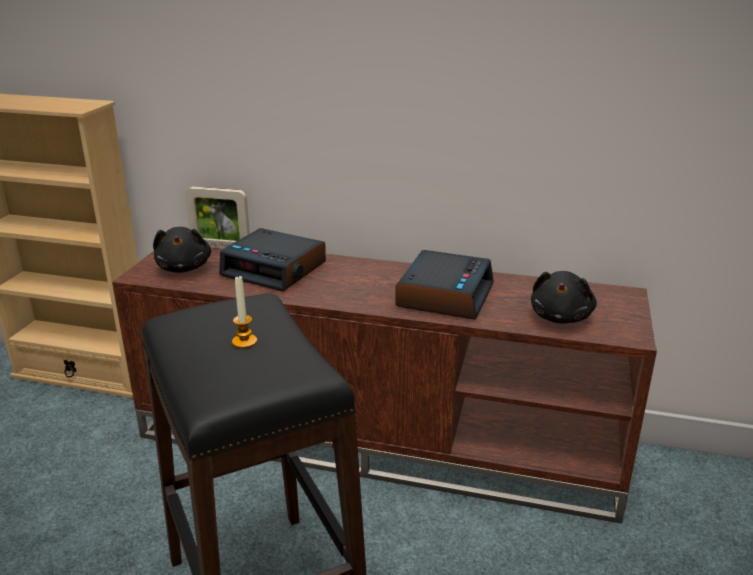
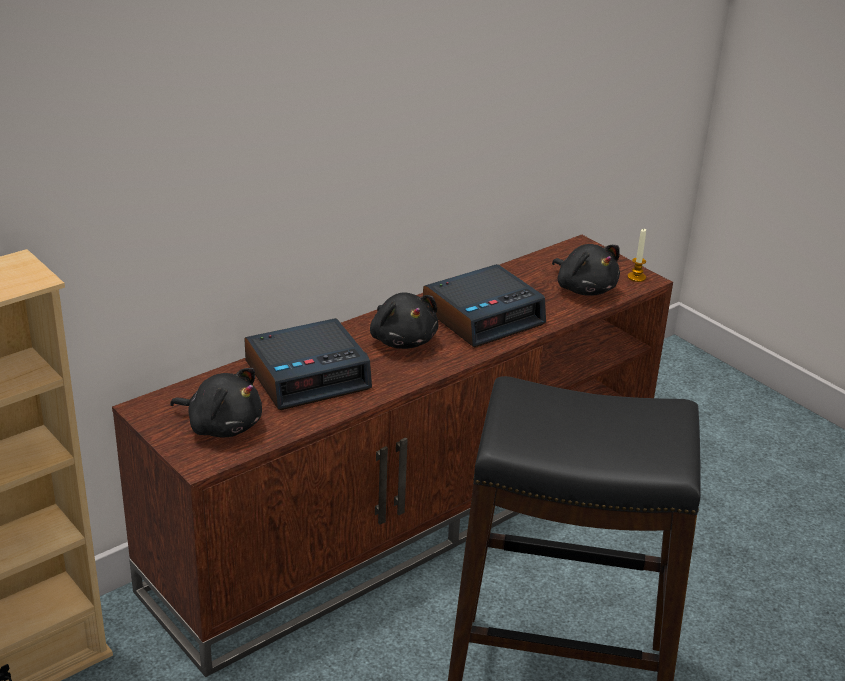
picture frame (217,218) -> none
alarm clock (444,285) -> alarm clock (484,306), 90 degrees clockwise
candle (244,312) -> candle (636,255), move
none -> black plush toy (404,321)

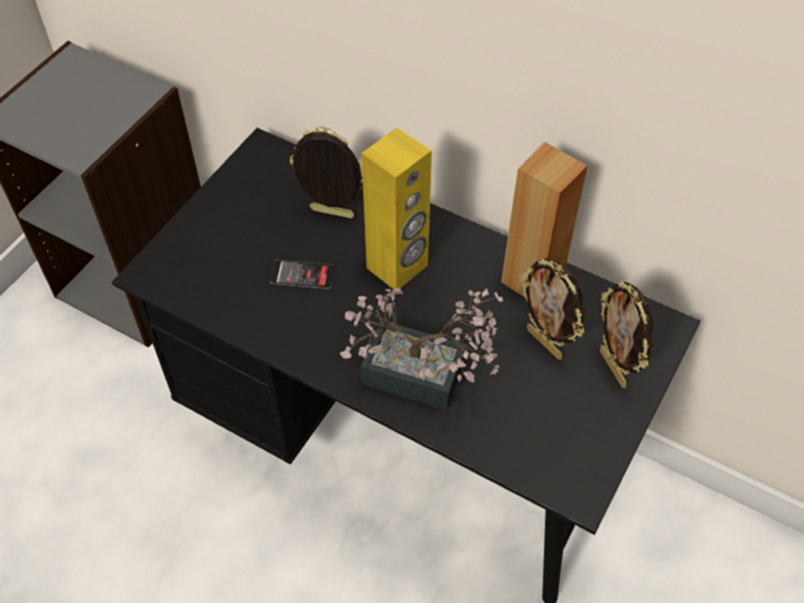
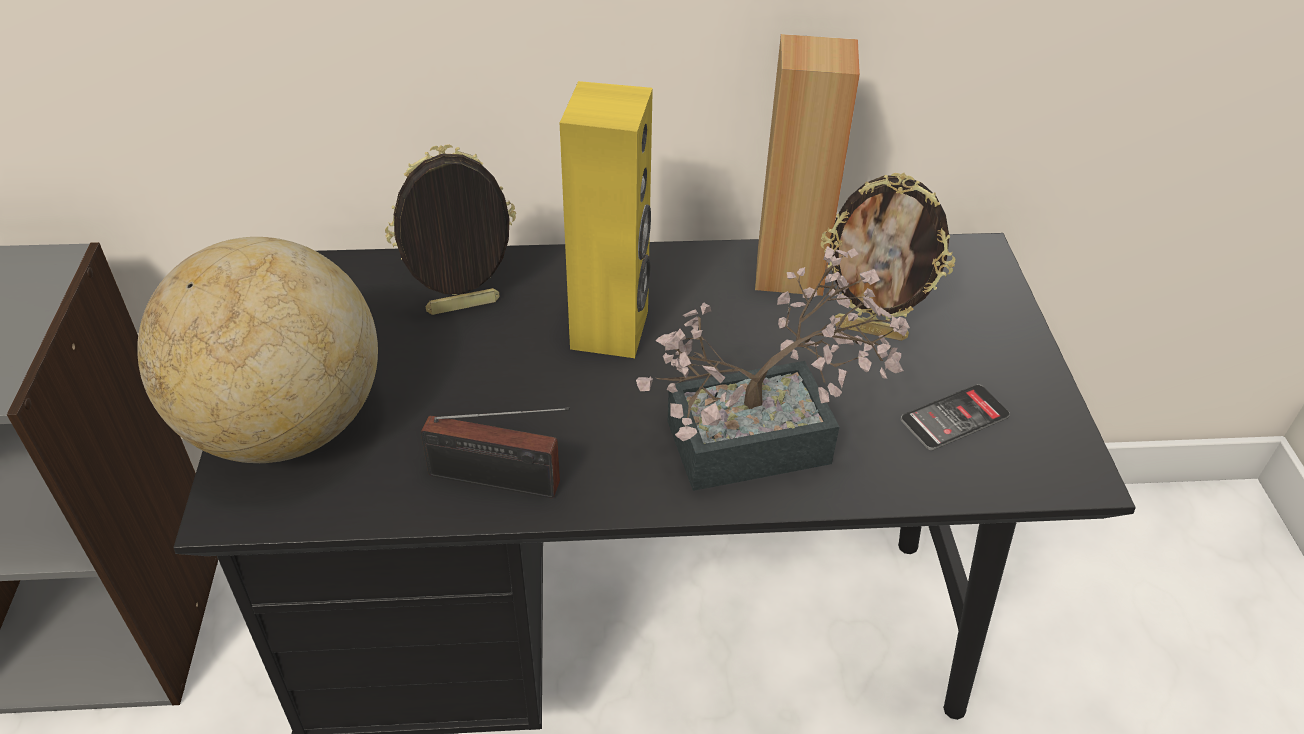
phone (302,274) -> phone (955,417), move
picture frame (626,334) -> none
none -> globe (257,350)
none -> radio (495,452)

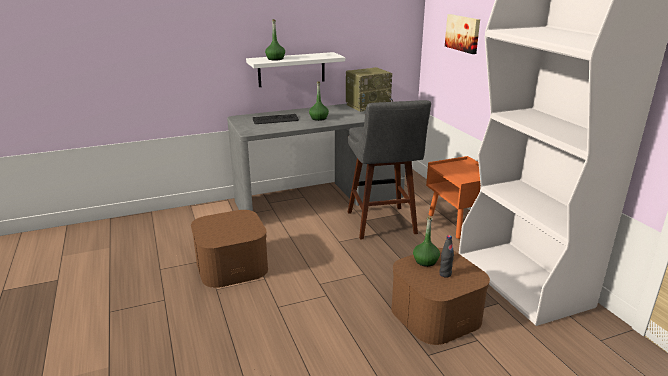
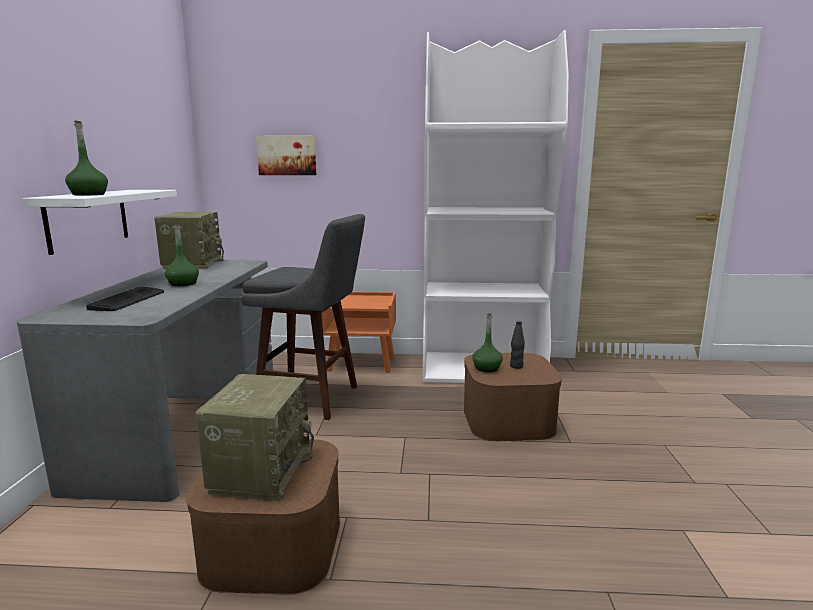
none -> radio (255,438)

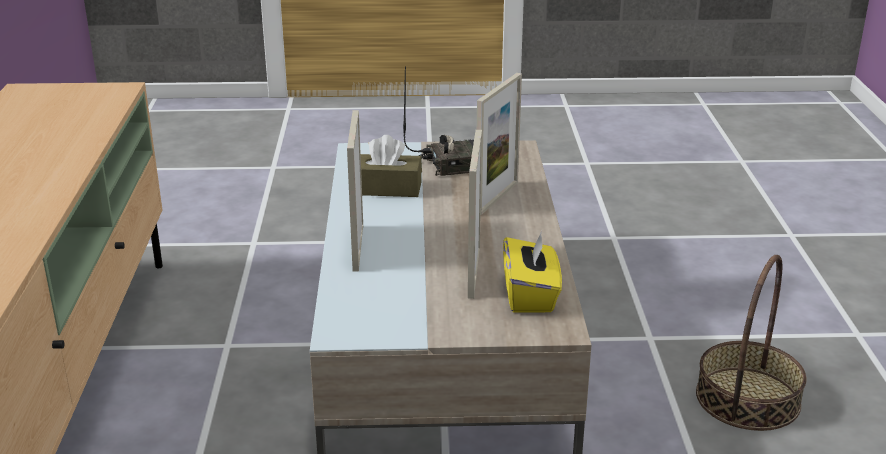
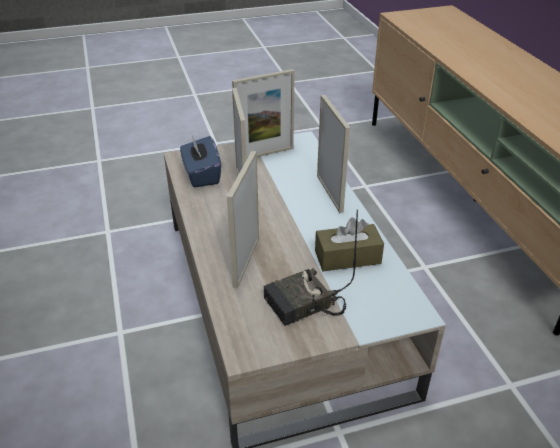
yellow tissue box (532,272) -> blue tissue box (200,161)
basket (751,343) -> none
none -> picture frame (263,113)

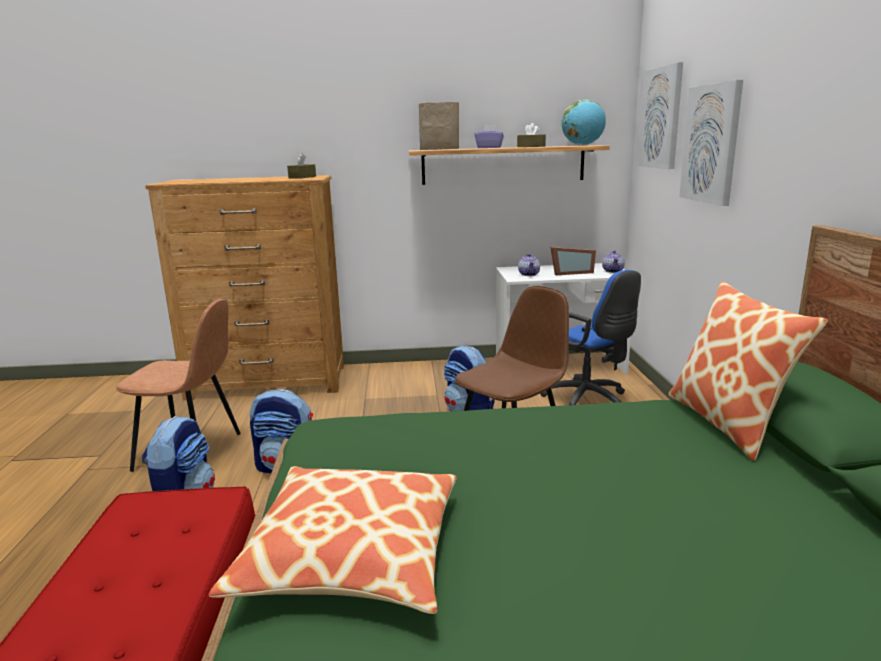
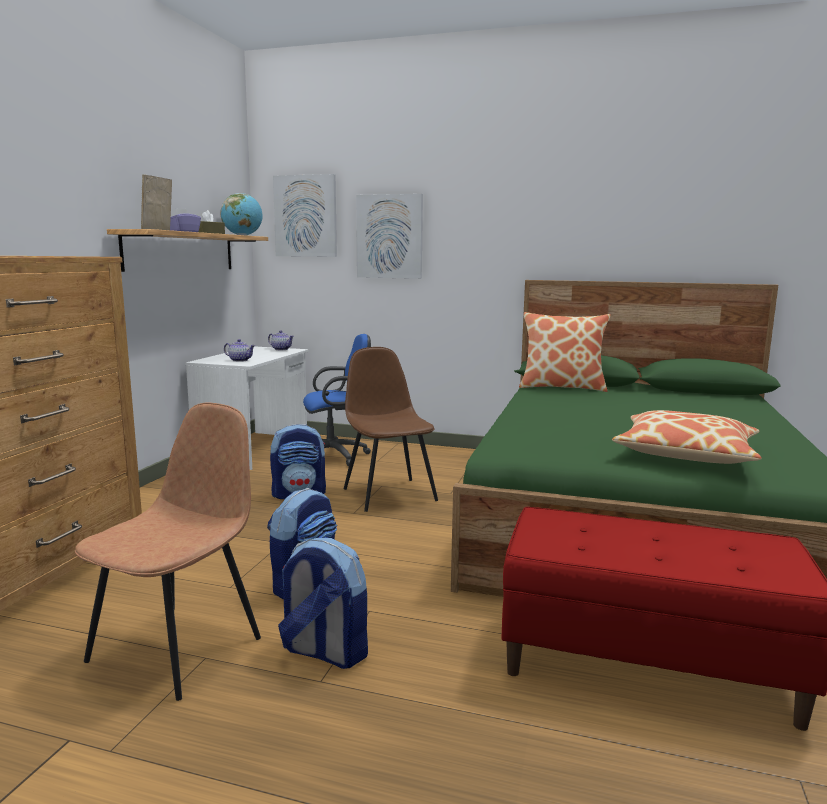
brown tissue box (301,166) -> none
picture frame (573,261) -> none

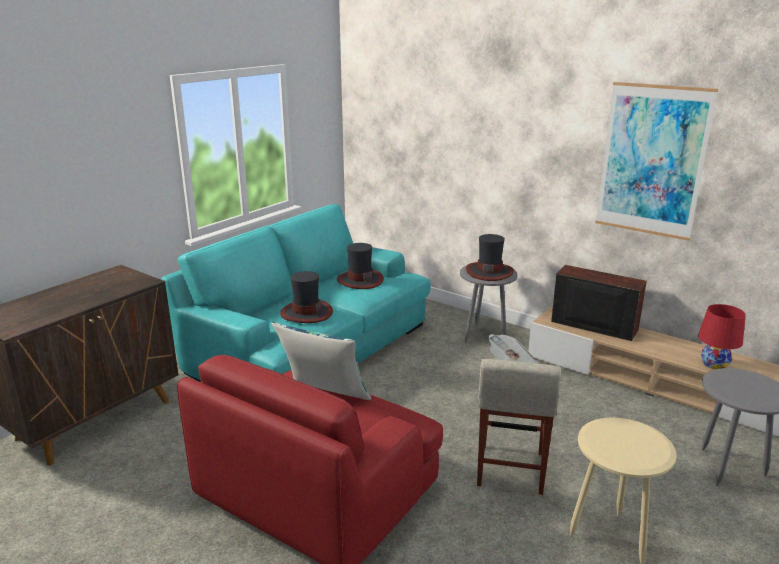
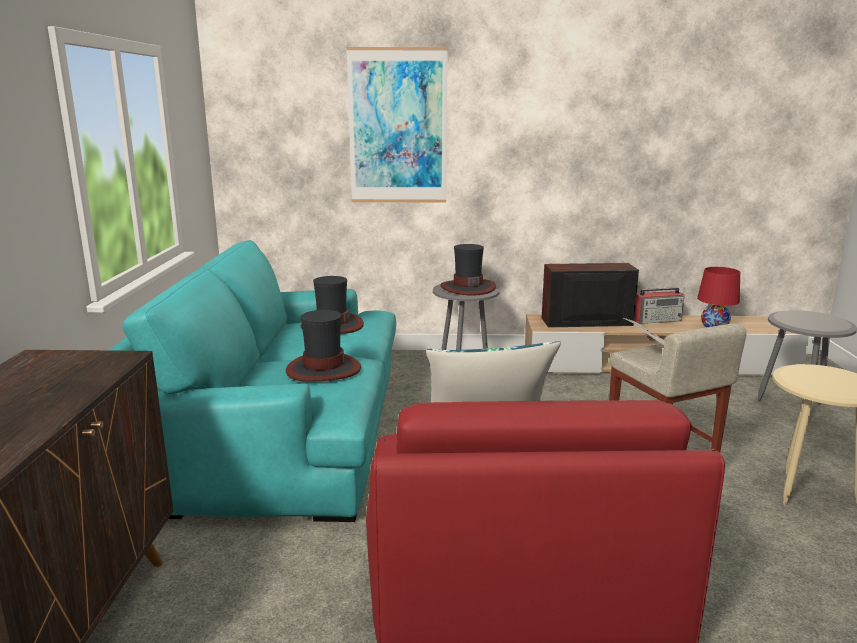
picture (656,161) -> picture (397,125), move
none -> radio (659,305)

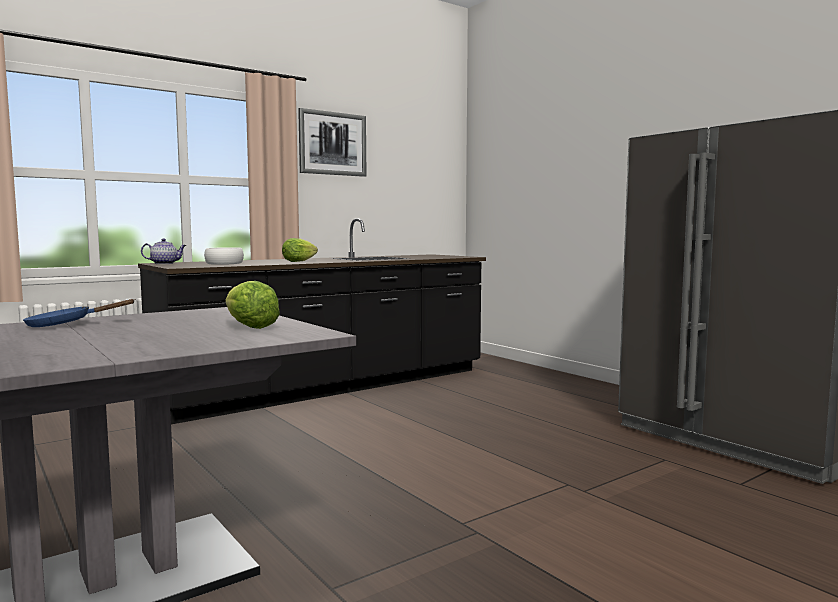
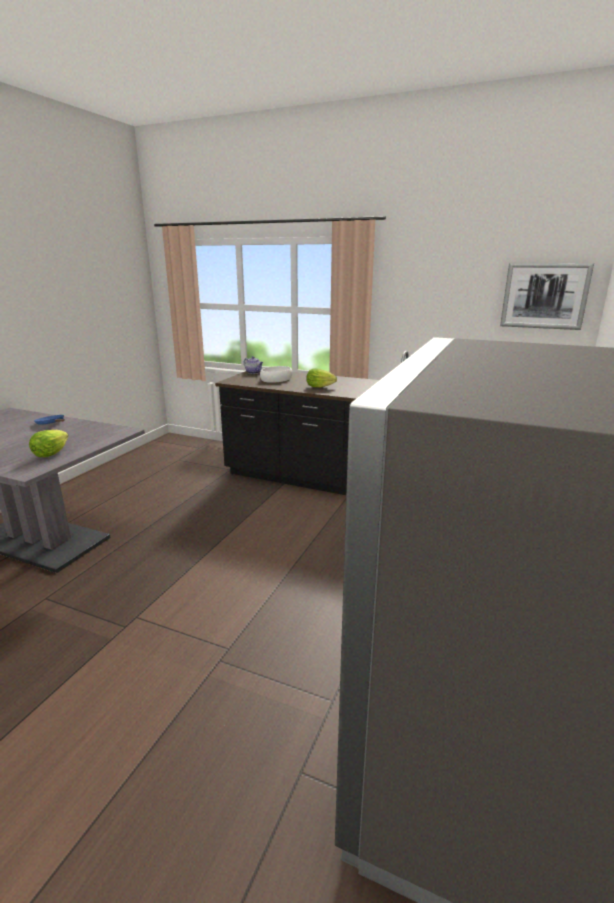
picture (332,142) -> picture (547,296), move

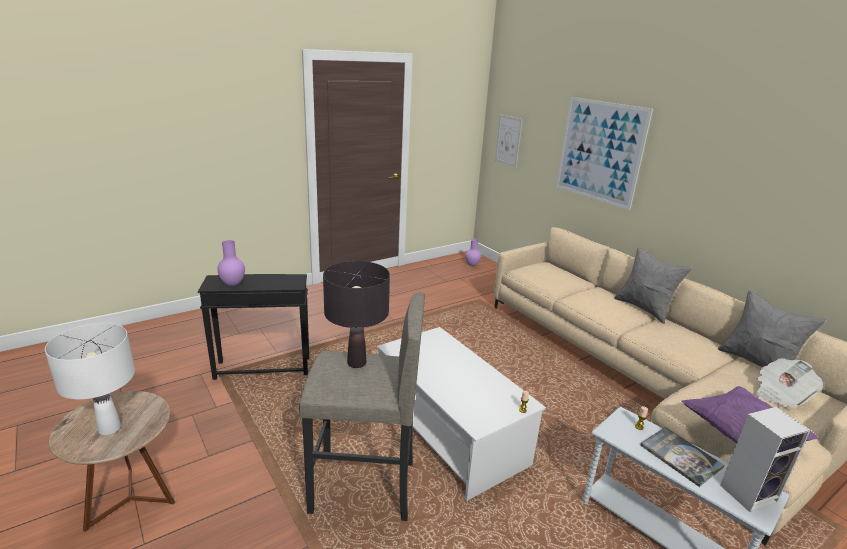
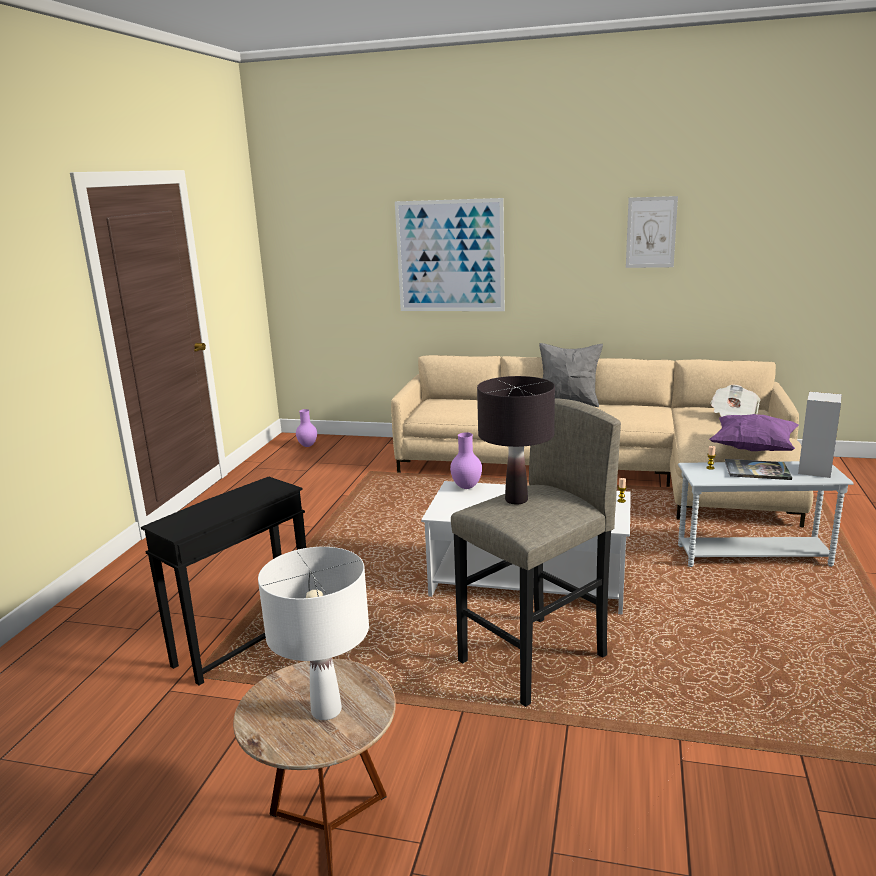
picture (509,141) -> picture (652,232), move
purple vase (231,263) -> purple vase (466,460), move
grey pillow (772,328) -> none

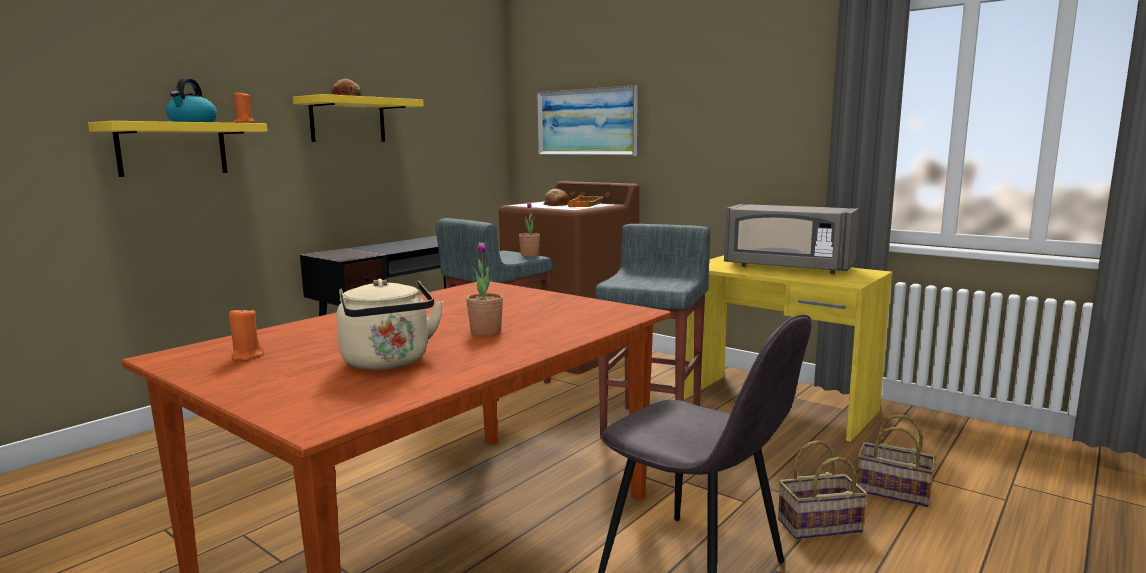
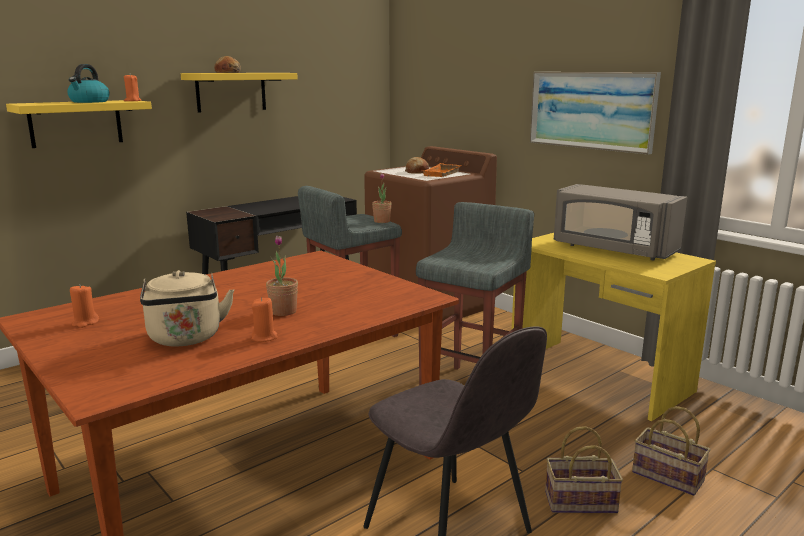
picture (587,120) -> picture (595,113), move
none -> orange candle (264,319)

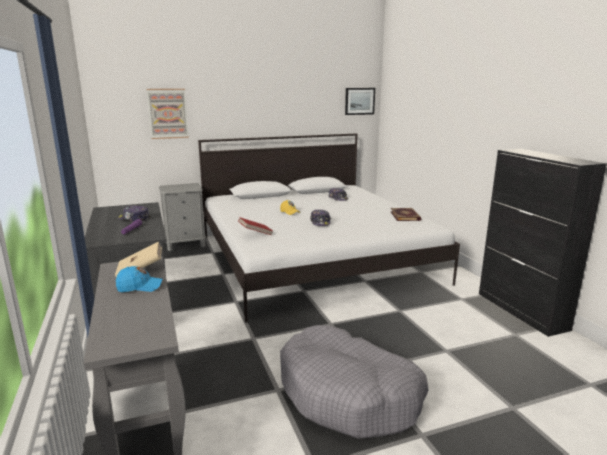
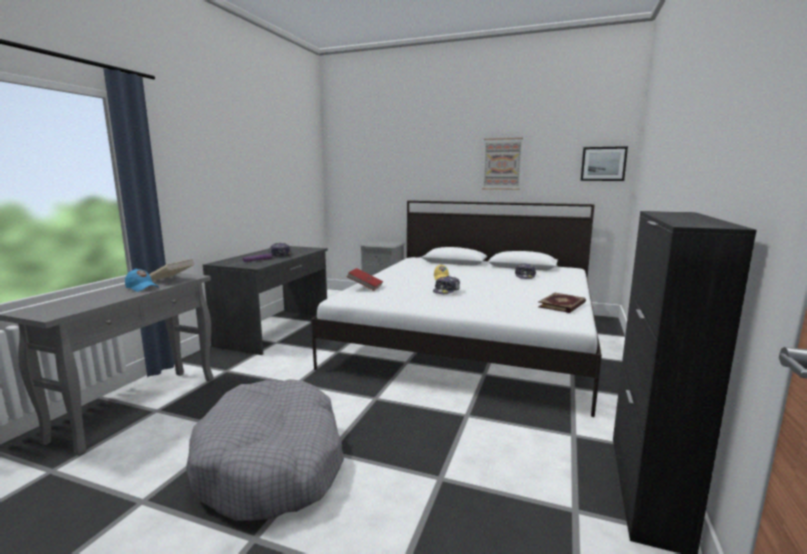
picture (167,114) -> picture (502,164), move

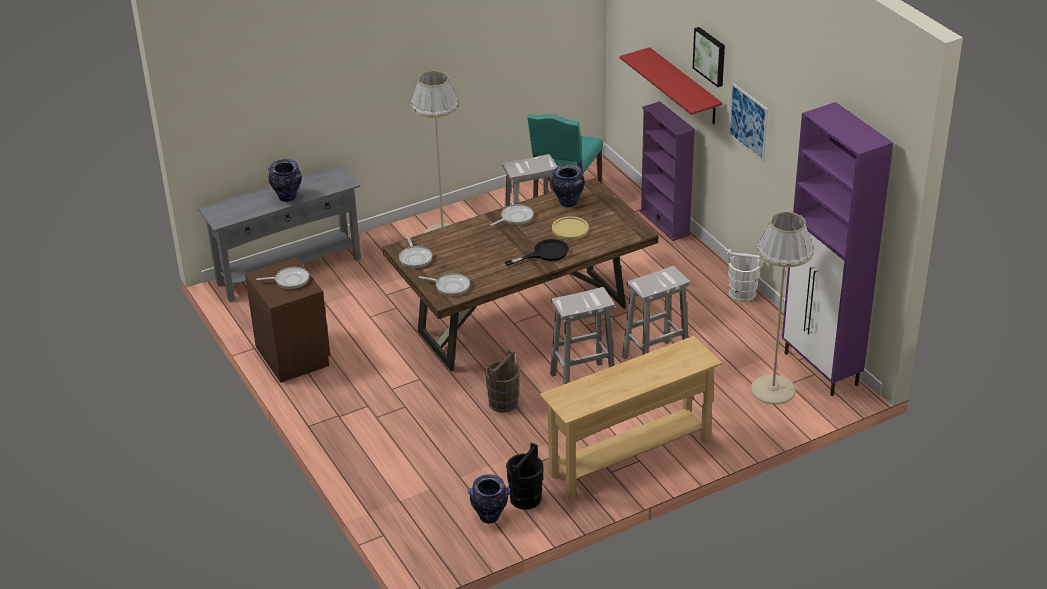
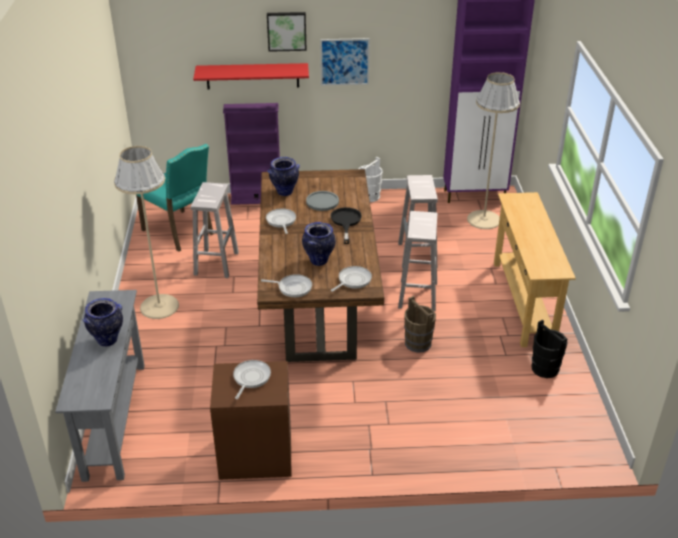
yellow plate (570,228) -> grey plate (322,201)
vase (489,499) -> vase (319,244), move

